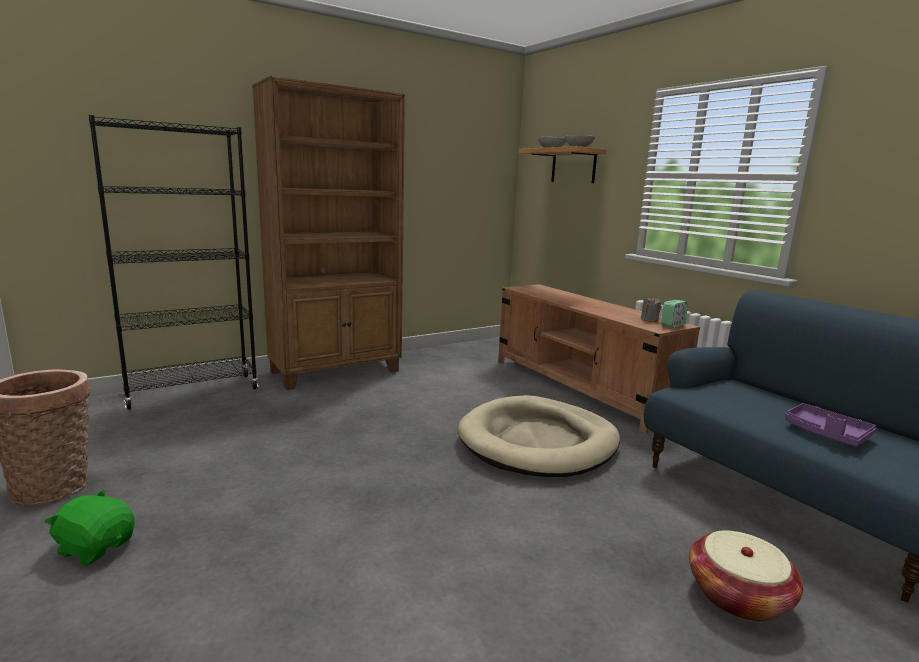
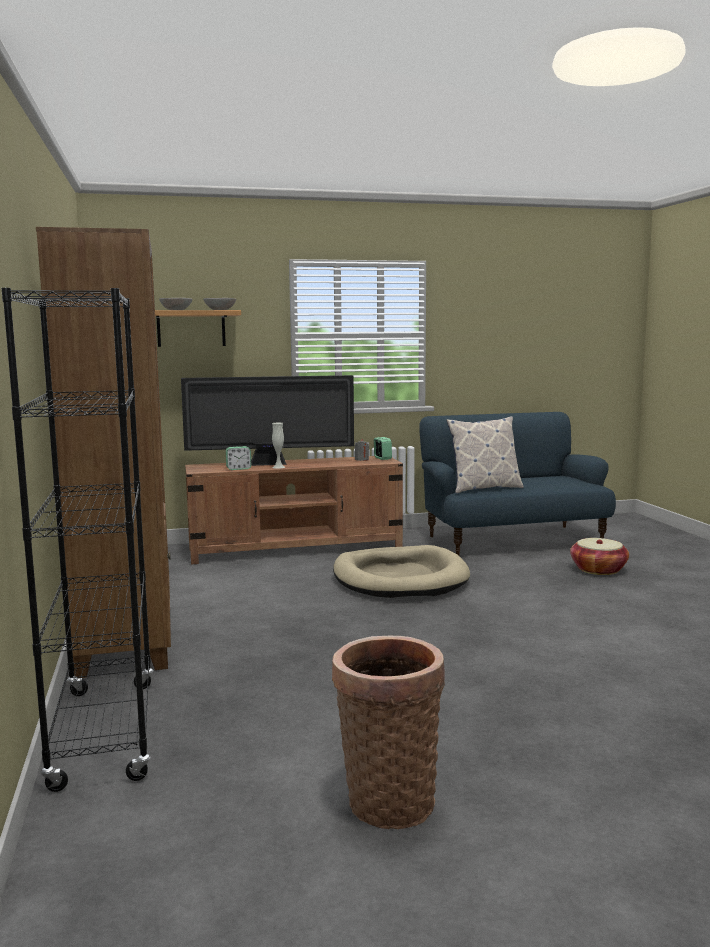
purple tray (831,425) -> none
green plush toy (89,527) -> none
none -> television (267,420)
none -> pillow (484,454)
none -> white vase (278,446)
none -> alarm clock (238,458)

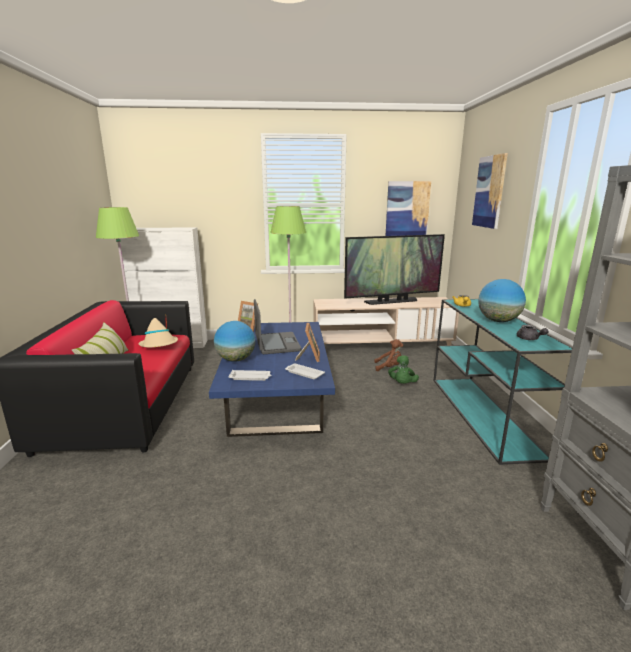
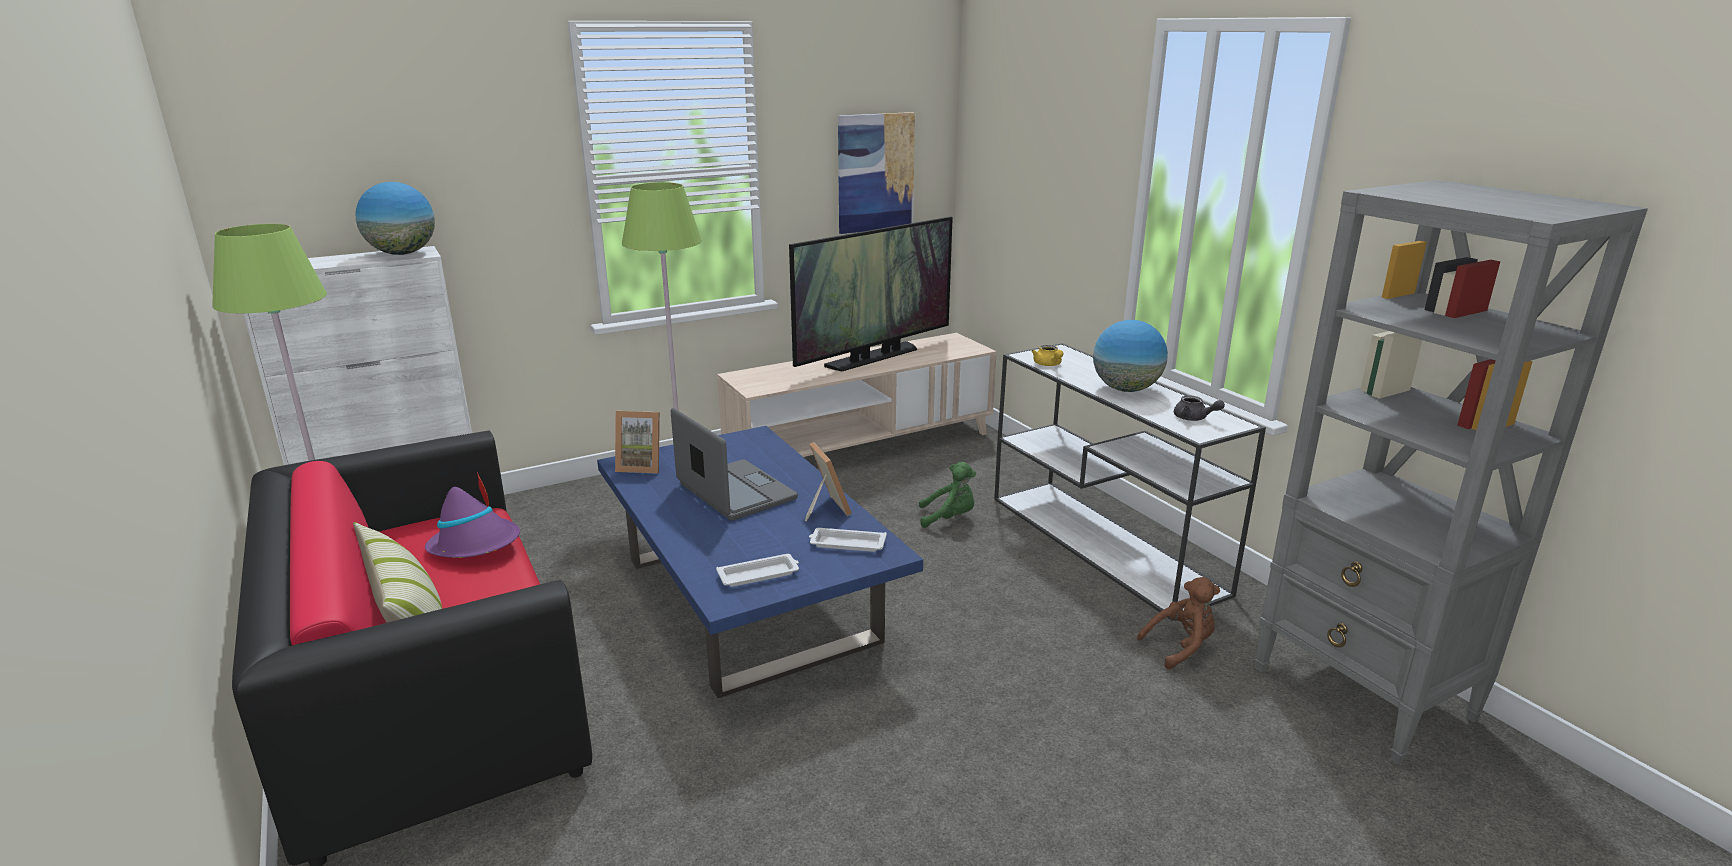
picture (490,191) -> none
turquoise console table (503,382) -> white console table (1130,482)
beige hat (158,333) -> purple hat (472,515)
globe (234,341) -> globe (395,218), move
brown plush toy (388,355) -> brown plush toy (1178,623), move
green plush toy (403,369) -> green plush toy (947,495), 75 degrees counterclockwise

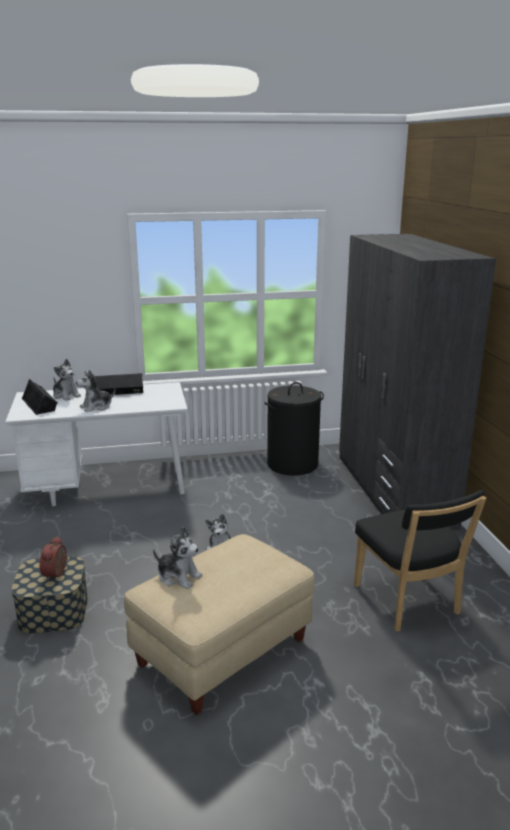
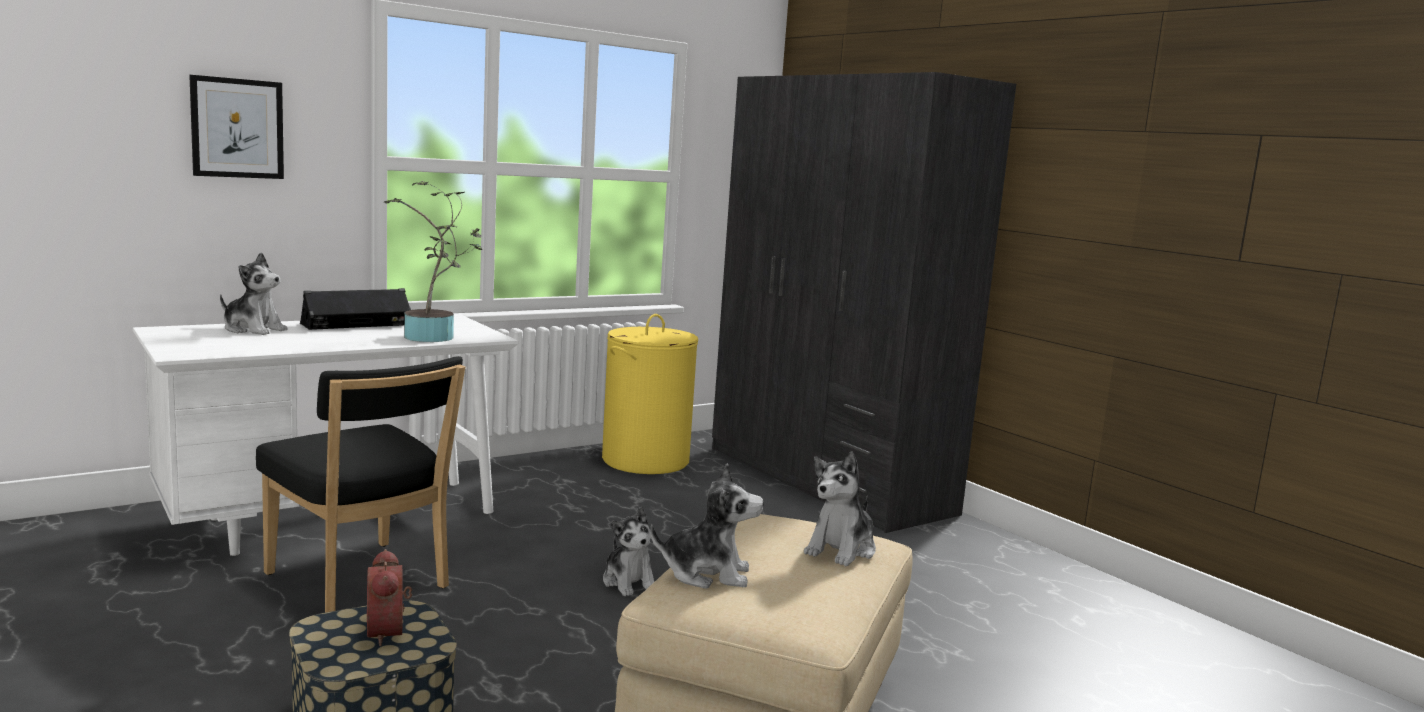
plush toy (95,391) -> plush toy (840,509), move
black speaker (40,397) -> none
black laundry basket (294,429) -> yellow laundry basket (650,394)
black chair (420,560) -> black chair (360,484), move
none -> picture (236,127)
none -> potted plant (433,261)

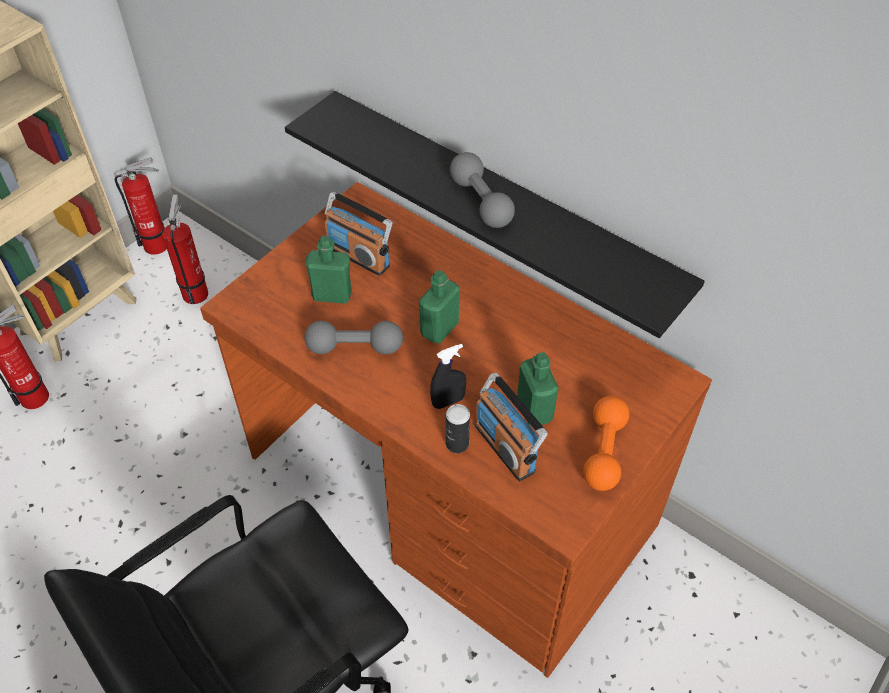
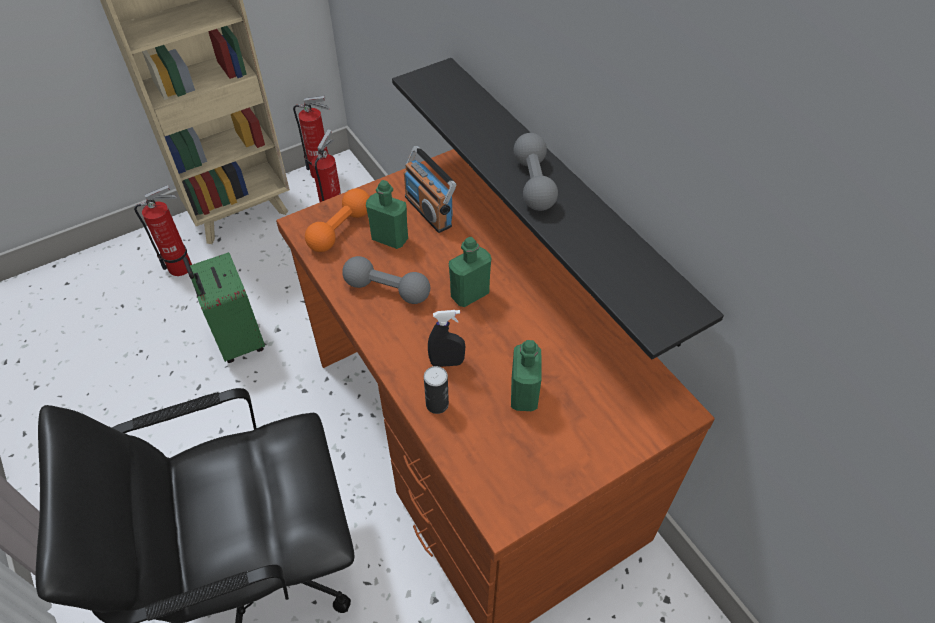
radio (511,427) -> none
orange dumbbell (606,443) -> orange dumbbell (337,220), move
none -> green suitcase (224,307)

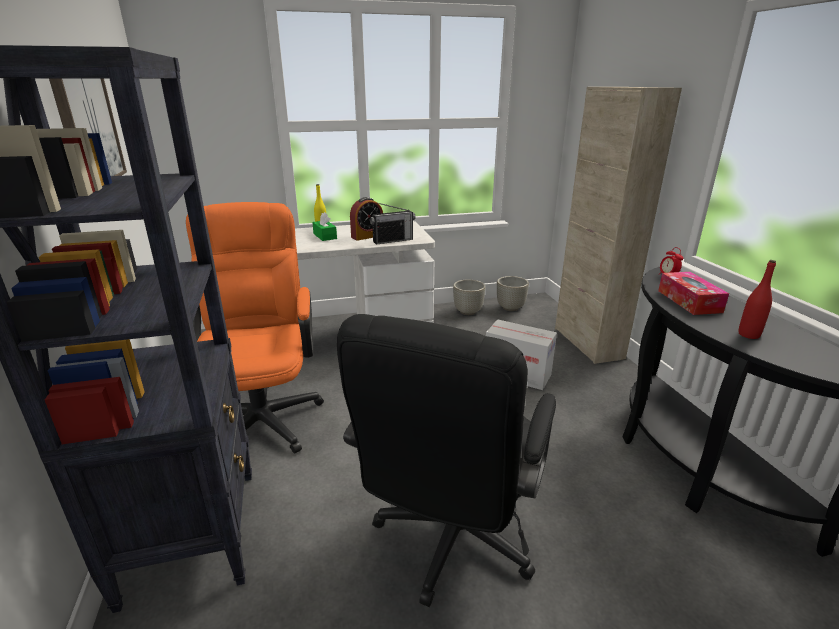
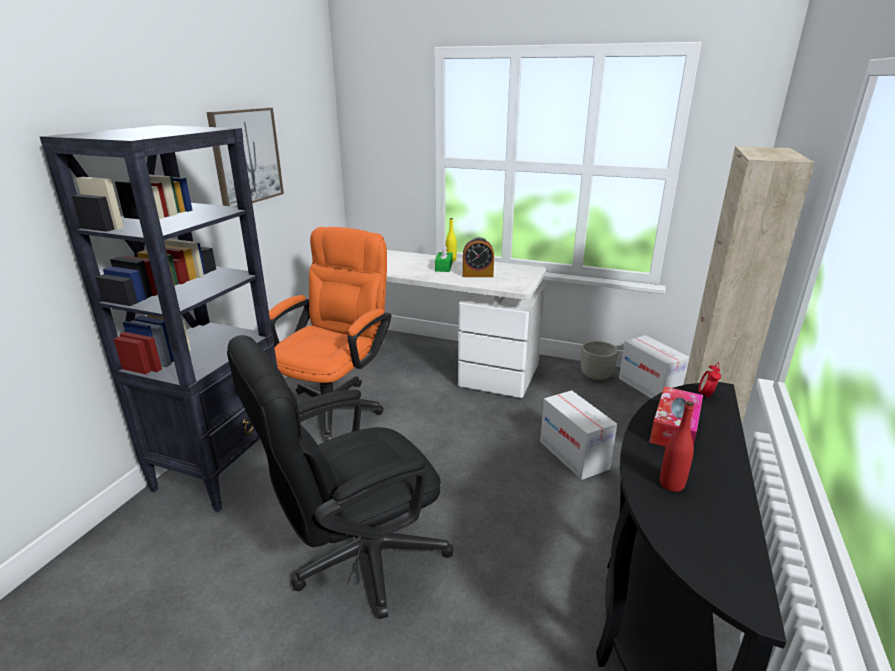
radio (392,224) -> none
grey planter (513,293) -> cardboard box (654,366)

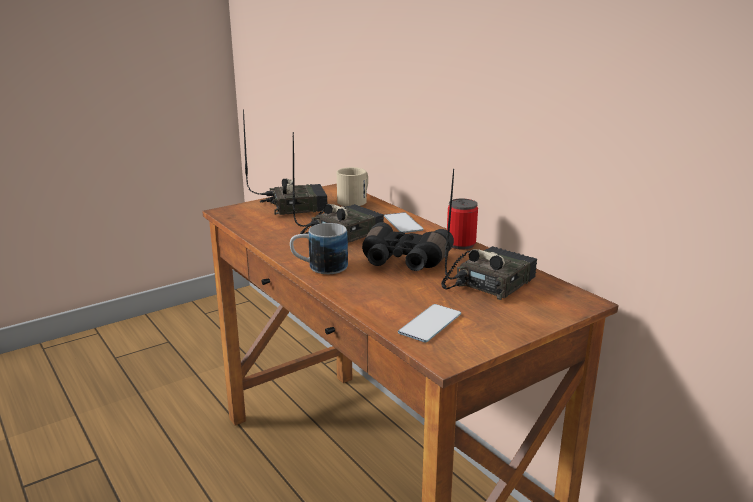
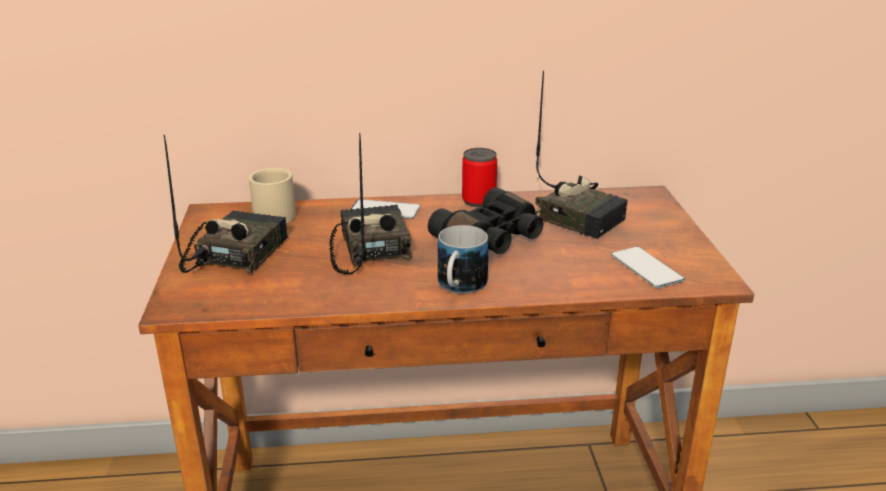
radio (489,234) -> radio (581,155), 150 degrees clockwise

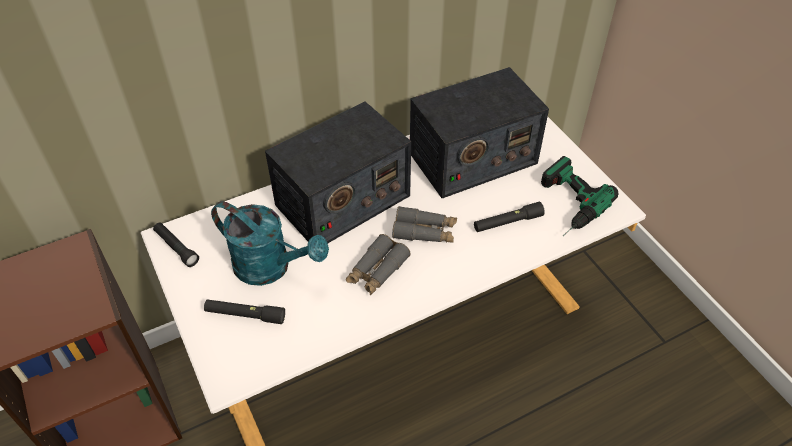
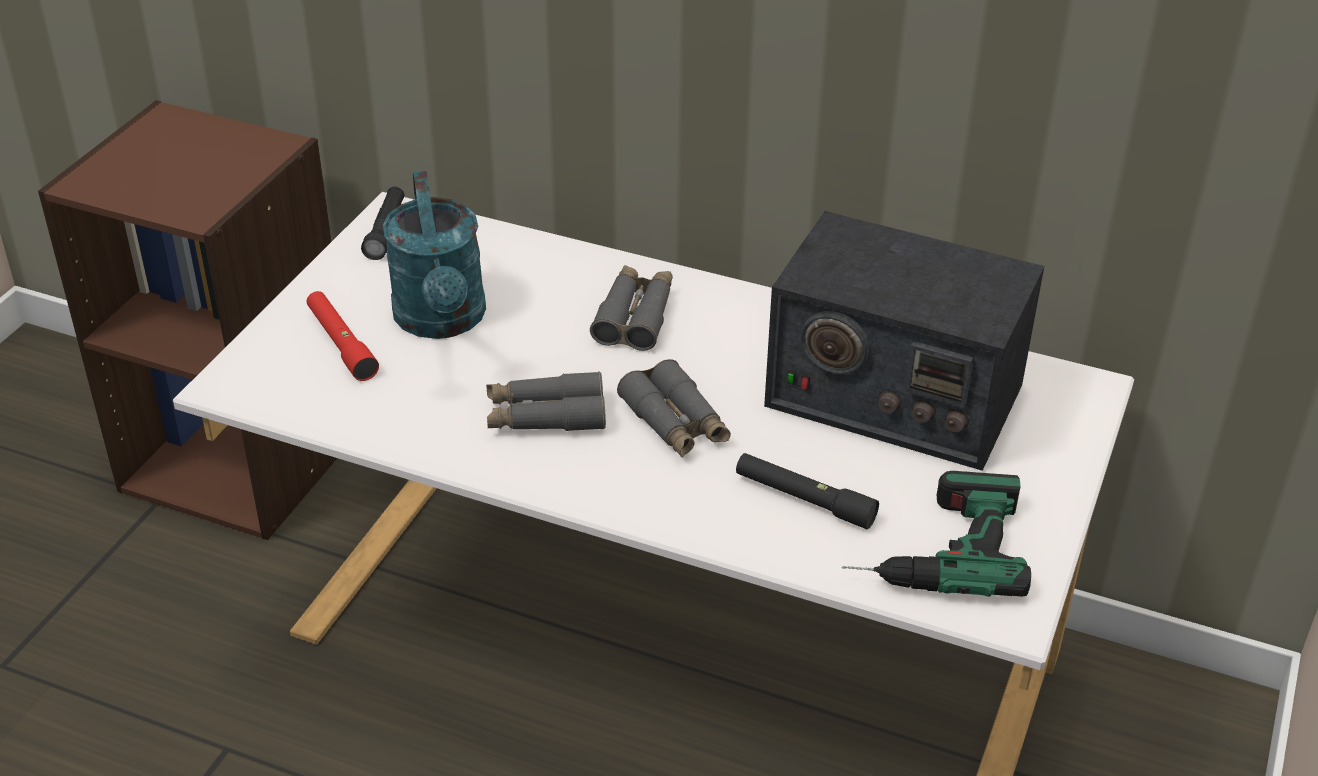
radio (338,172) -> grey binoculars (631,308)
black flashlight (244,311) -> red flashlight (343,336)

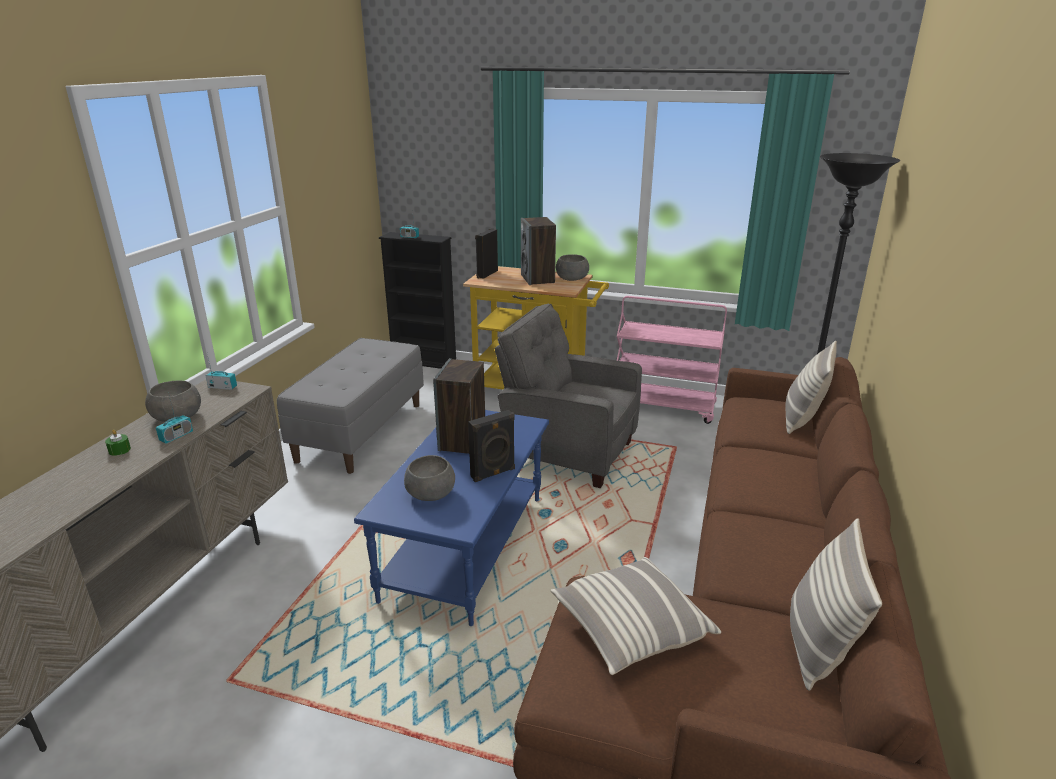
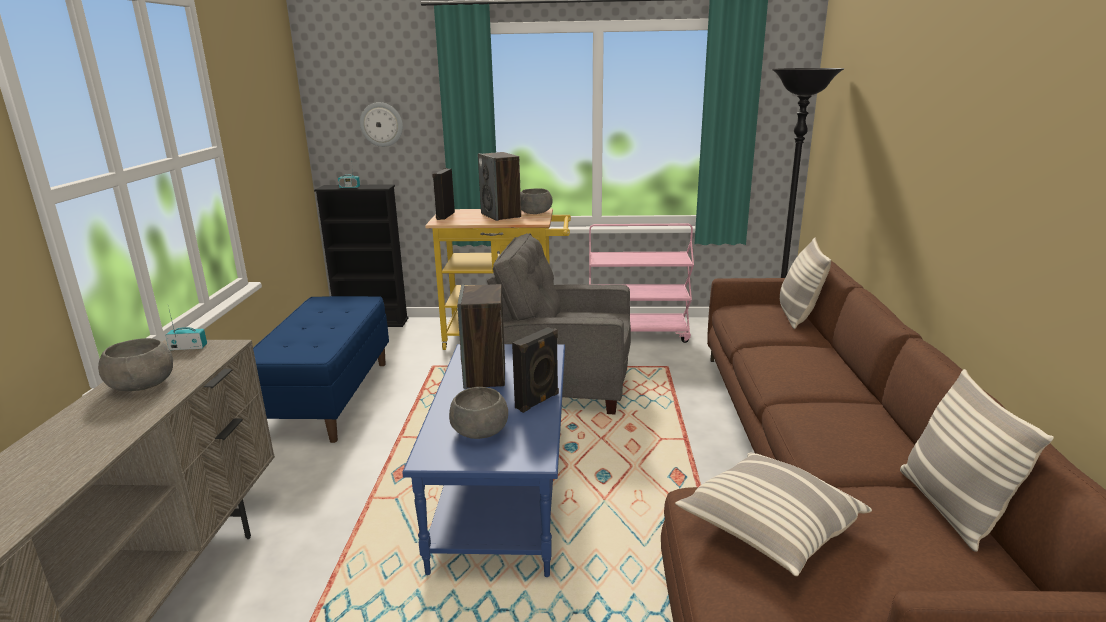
grey bench (350,406) -> blue bench (321,369)
radio (174,417) -> none
green candle (118,443) -> none
none -> wall clock (381,124)

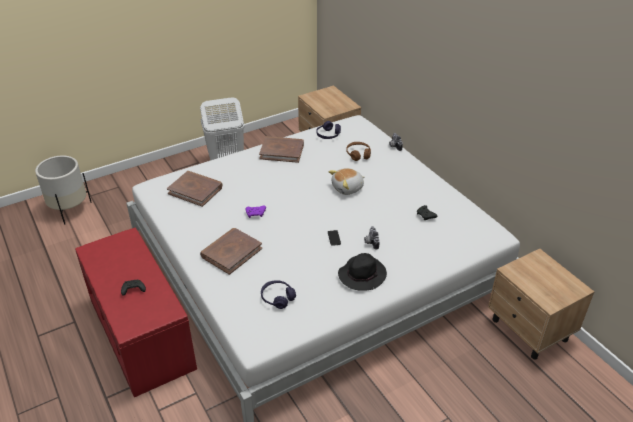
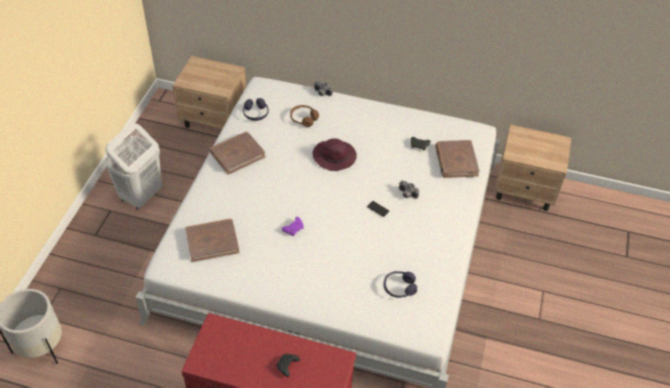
plush toy (346,181) -> purple hat (335,154)
brown book (231,251) -> brown book (457,159), move
black hat (362,272) -> none

